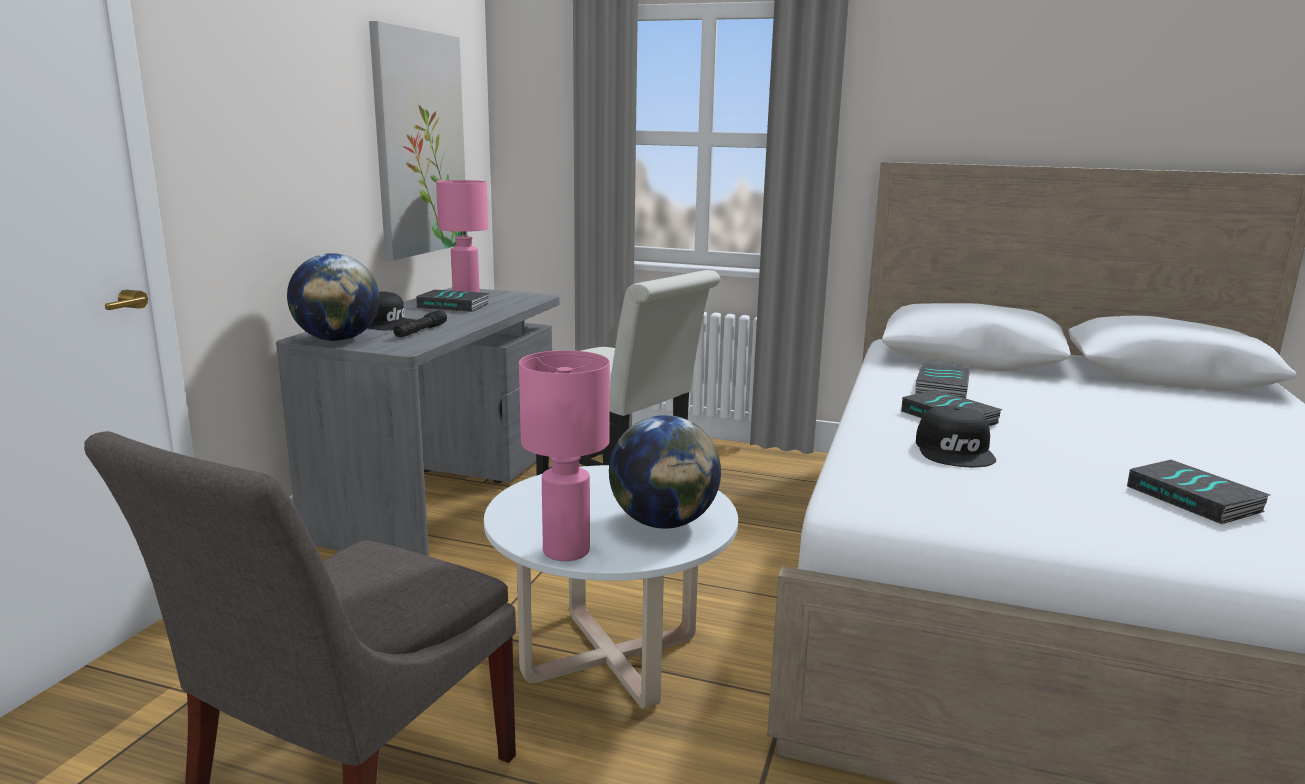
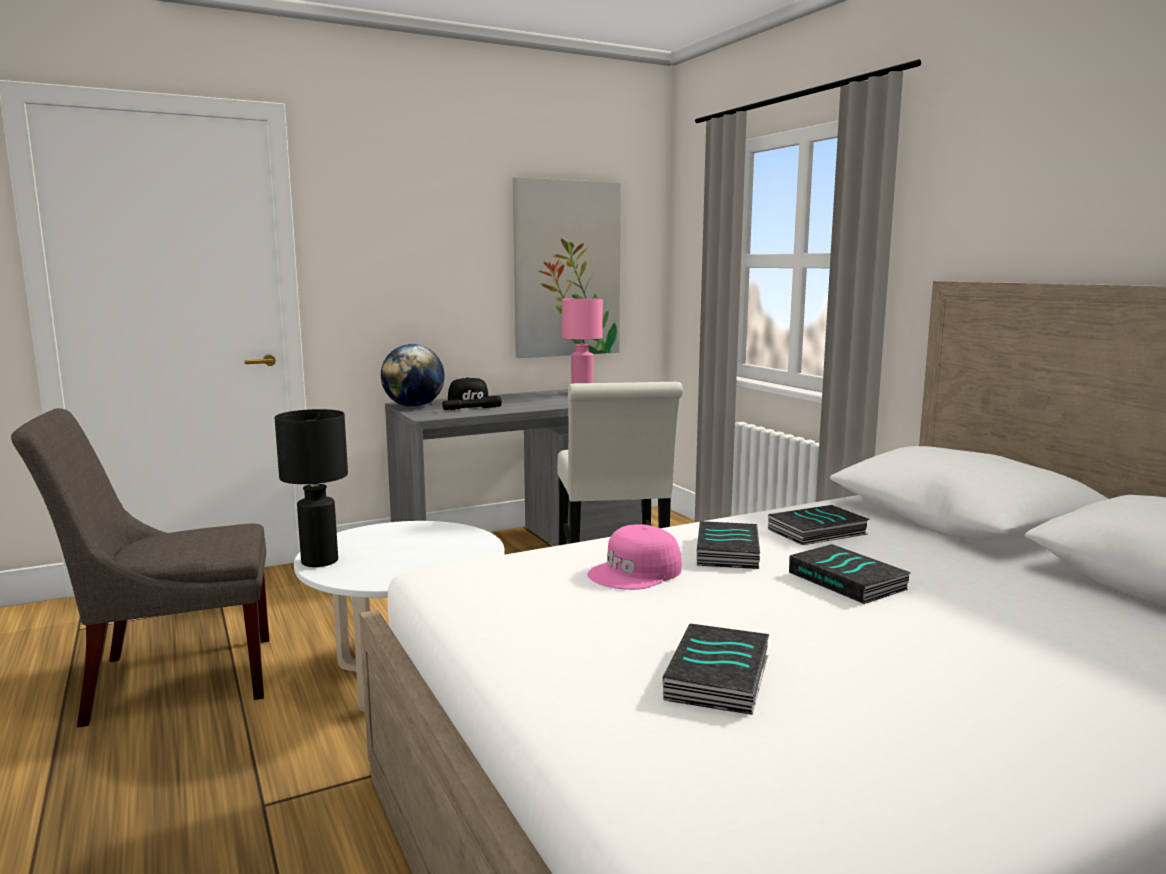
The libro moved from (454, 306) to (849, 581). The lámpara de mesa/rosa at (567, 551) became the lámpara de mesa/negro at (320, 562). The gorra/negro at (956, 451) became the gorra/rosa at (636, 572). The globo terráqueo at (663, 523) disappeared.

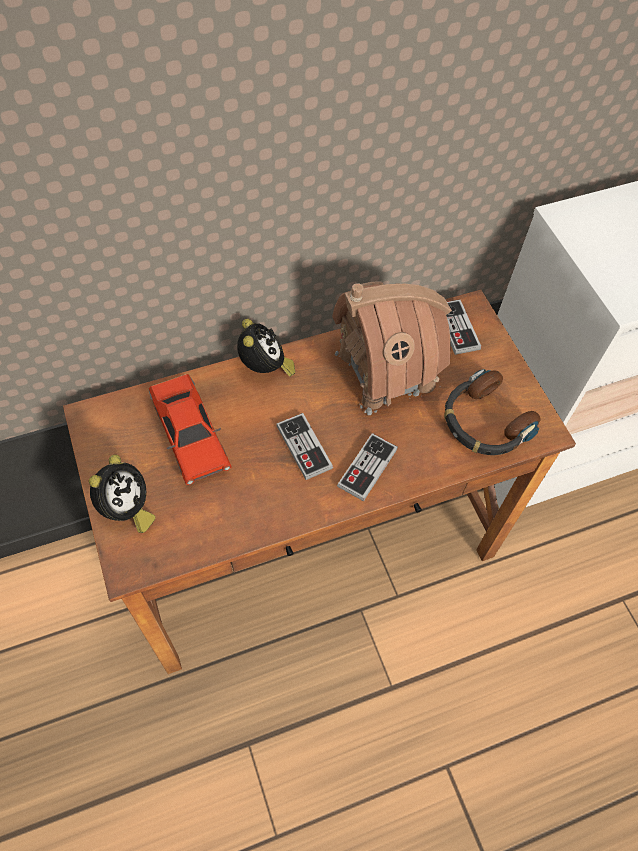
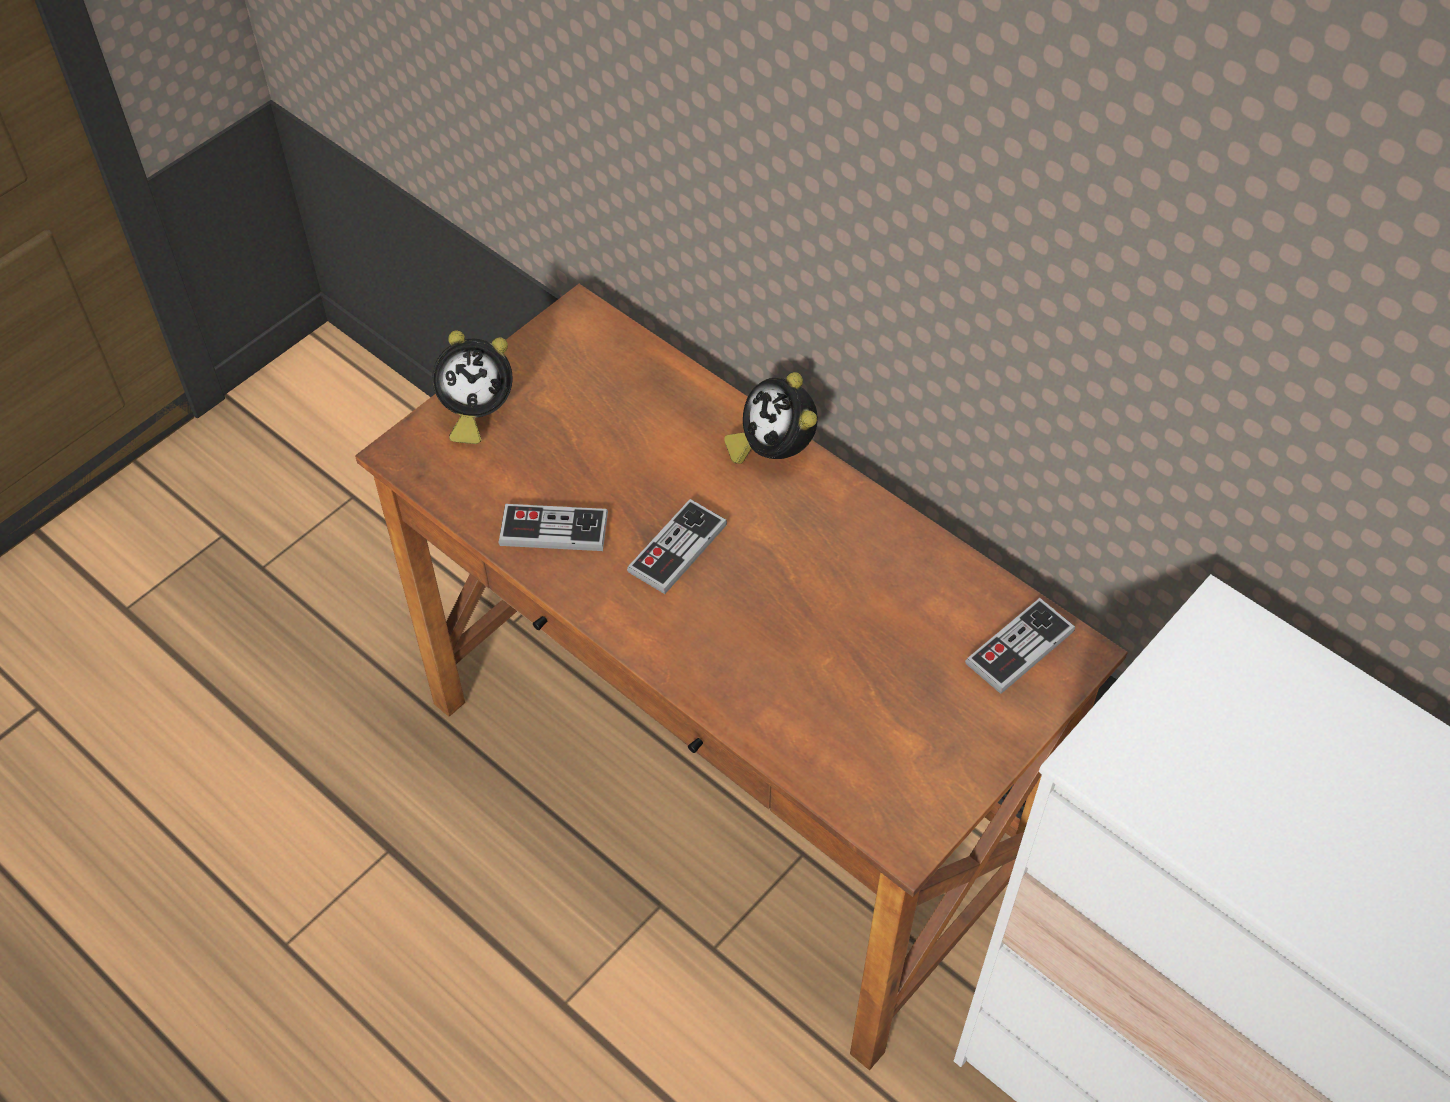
The casita at (386, 370) disappeared. The despertador at (265, 368) turned 105 degrees clockwise. The auriculares at (484, 422) disappeared. The coche de juguete/rojo at (190, 434) disappeared. The mando de consola moved from (367, 468) to (553, 530).

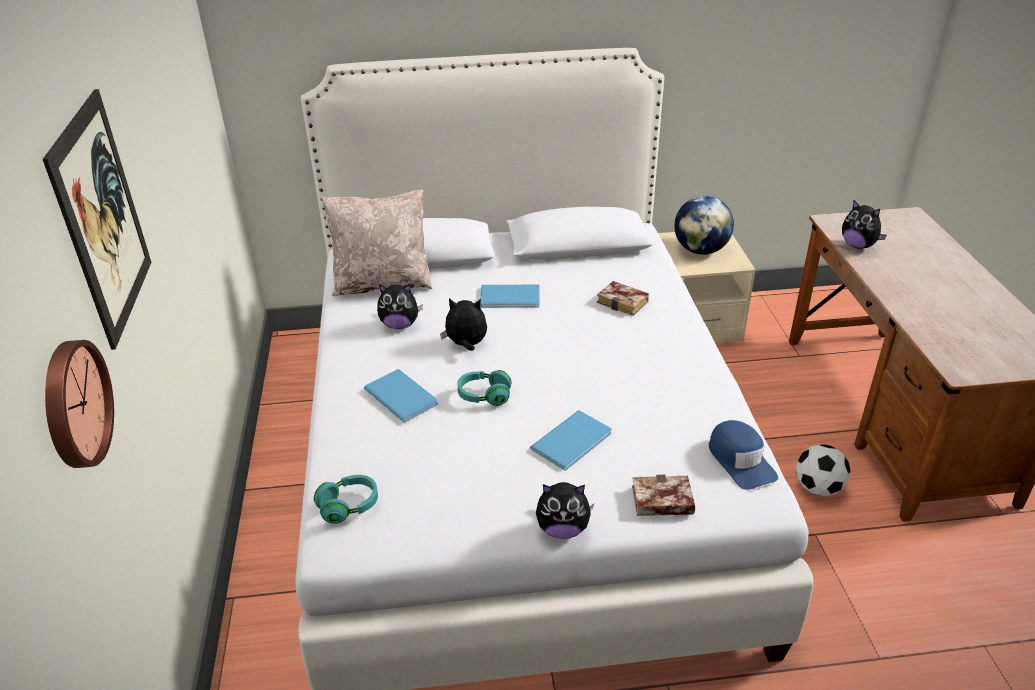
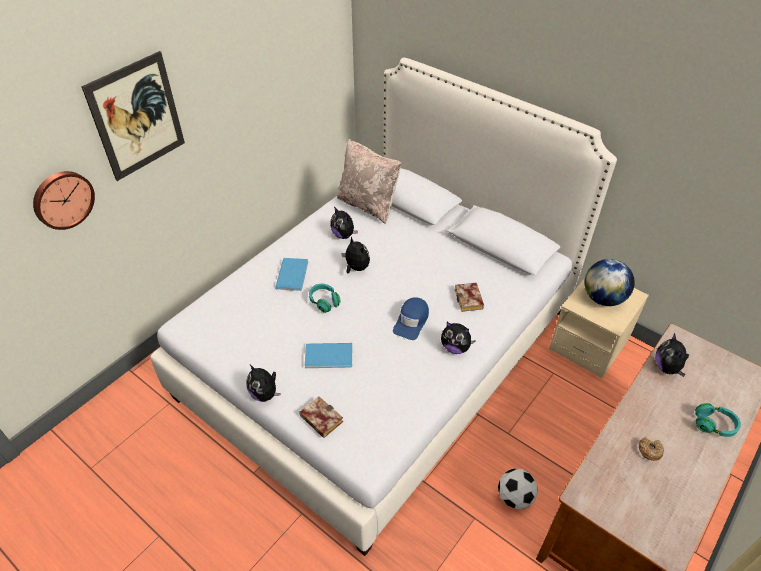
The libro/azul at (511, 298) disappeared. The gorra/azul moved from (740, 460) to (411, 321). The auriculares/turquesa moved from (349, 507) to (713, 425). The peluche at (455, 347) appeared. The rosquilla at (649, 451) appeared.

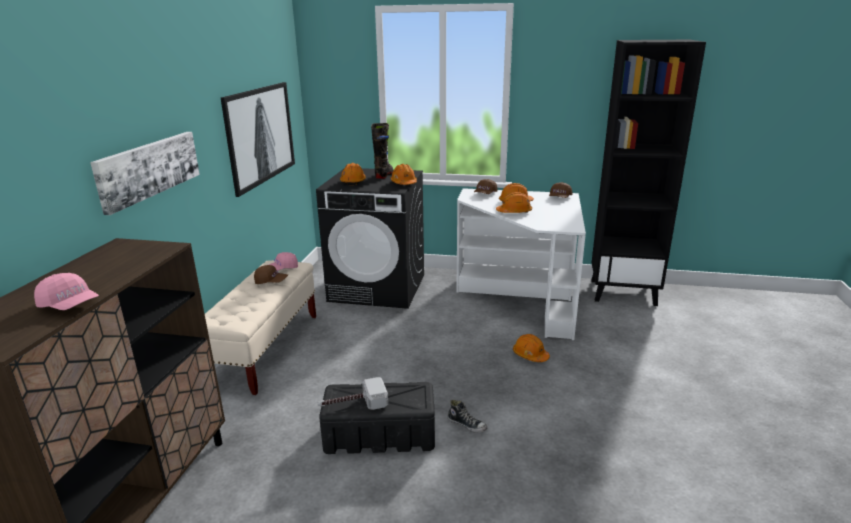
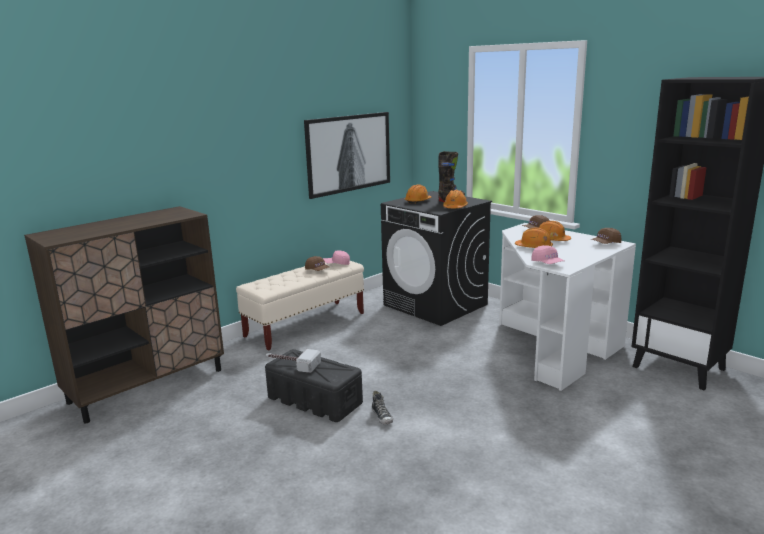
The cuadro at (149, 169) disappeared. The gorra/rosa moved from (70, 305) to (547, 263). The casco/naranja at (530, 355) disappeared.

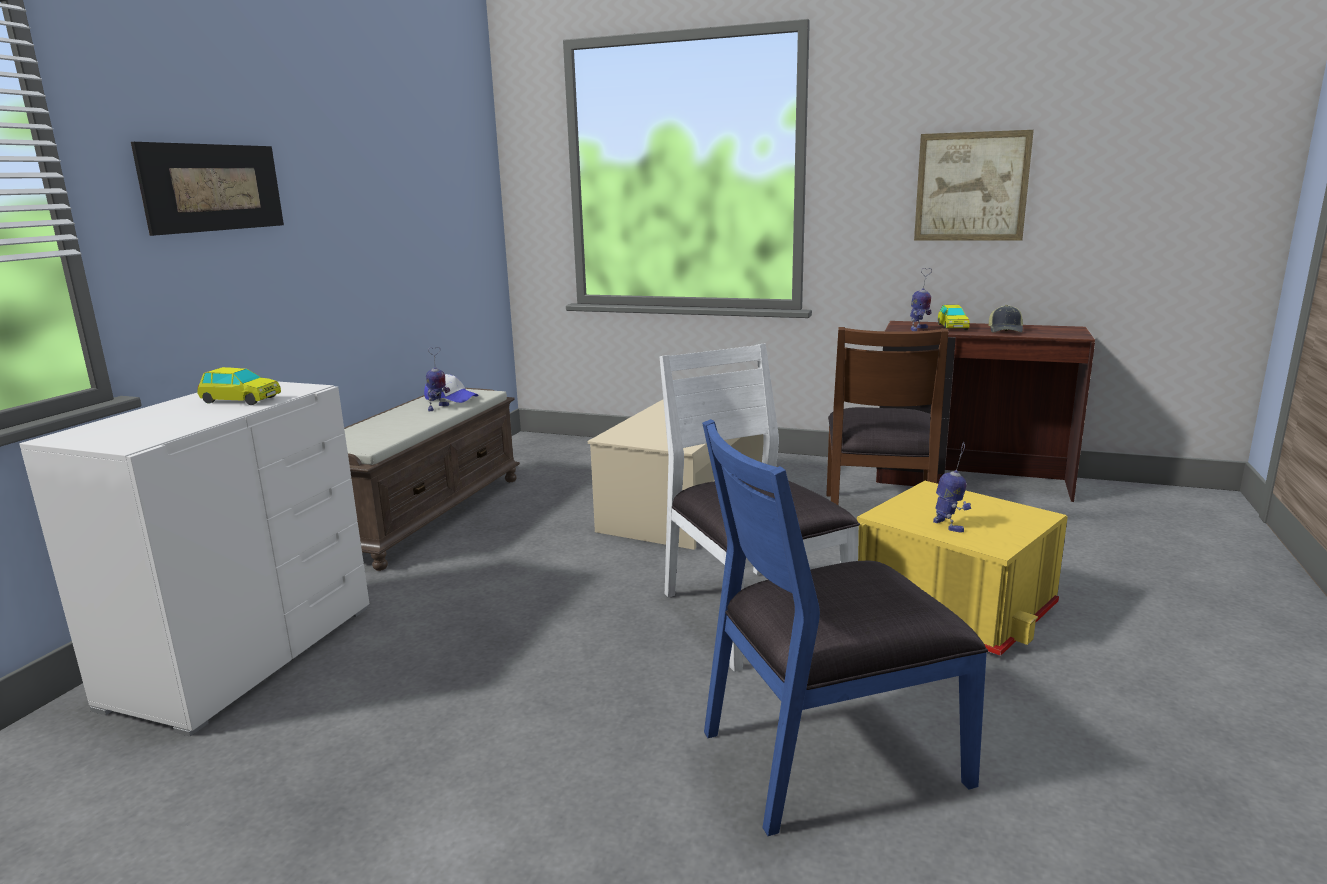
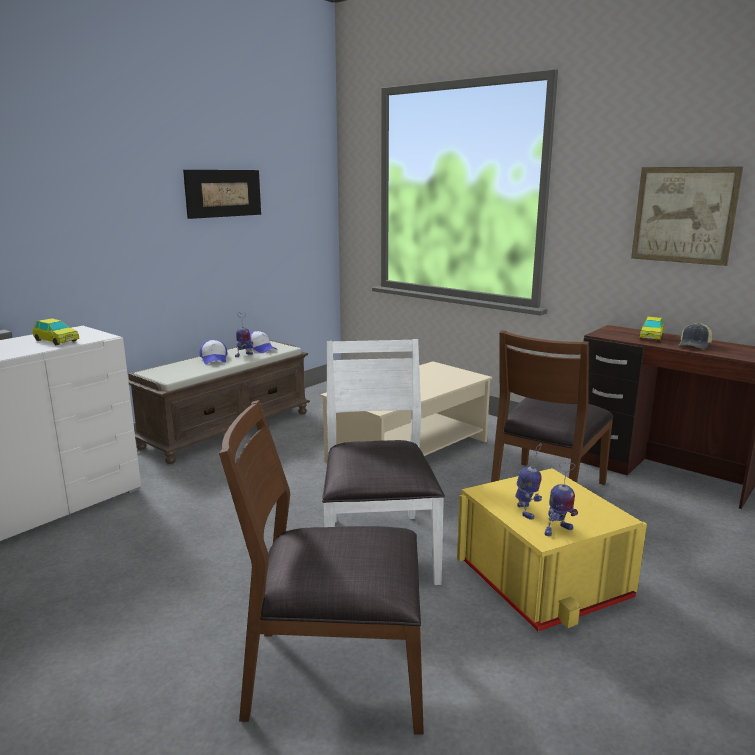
The cuadro moved from (213, 187) to (223, 193). The robot de juguete moved from (918, 329) to (557, 530). The silla/azul at (829, 755) became the silla/marrón at (335, 674). The gorra at (214, 359) appeared.

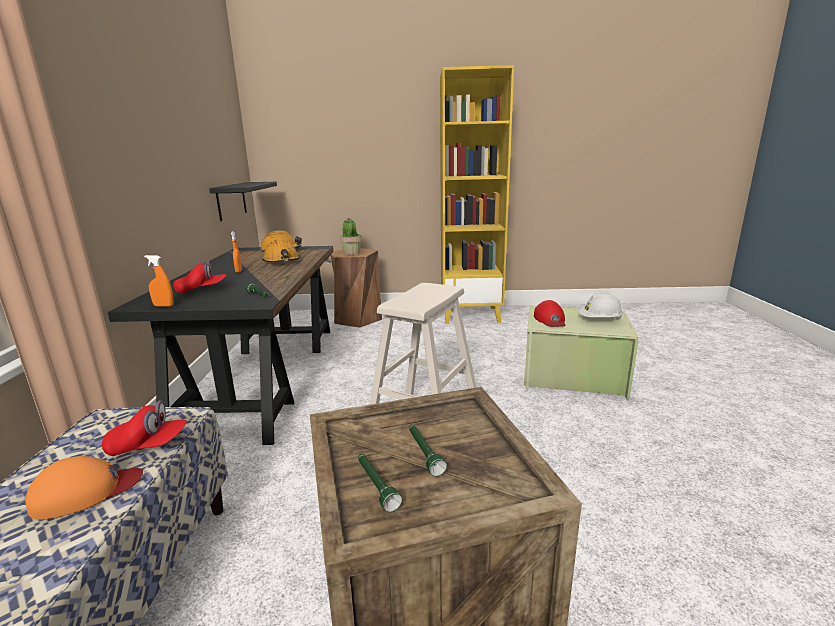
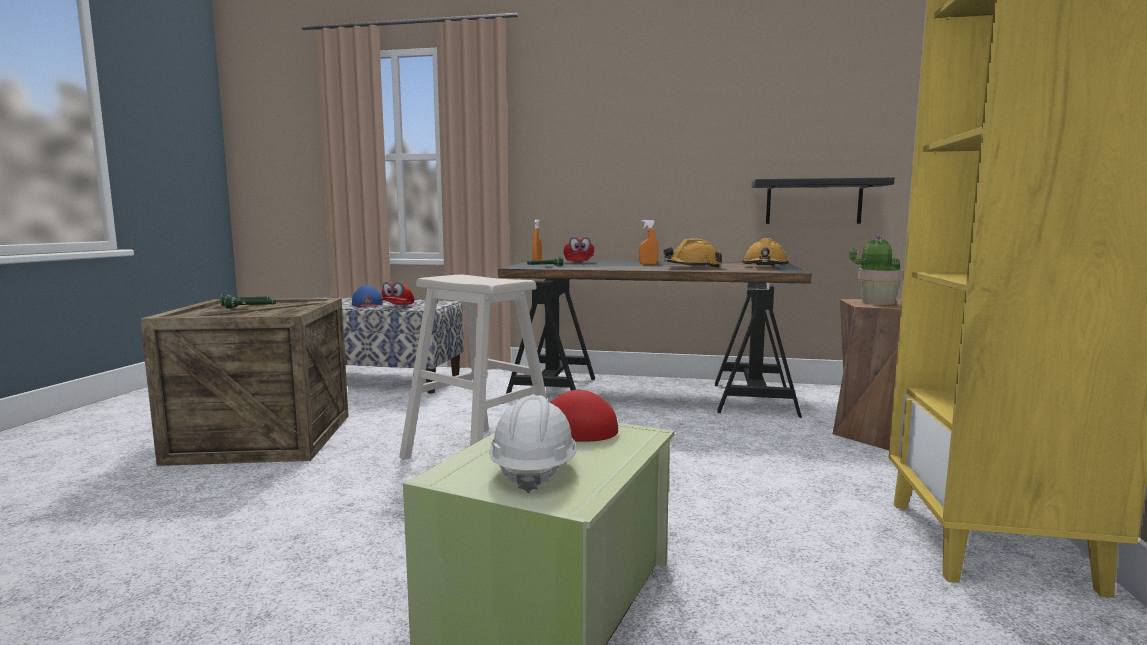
The gorra/naranja at (86, 492) became the gorra/azul at (367, 304).

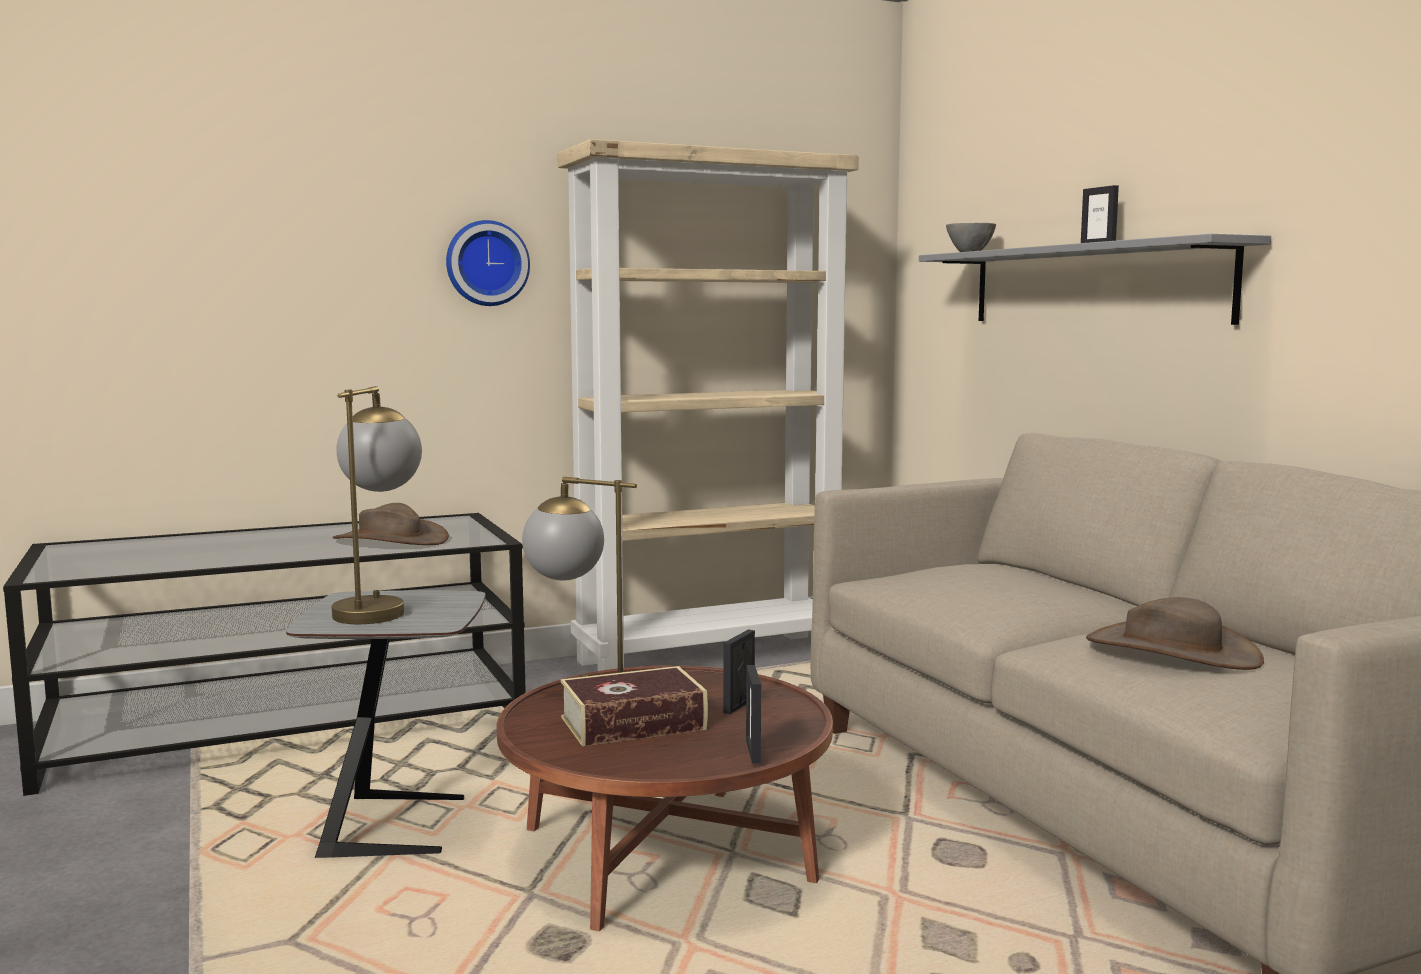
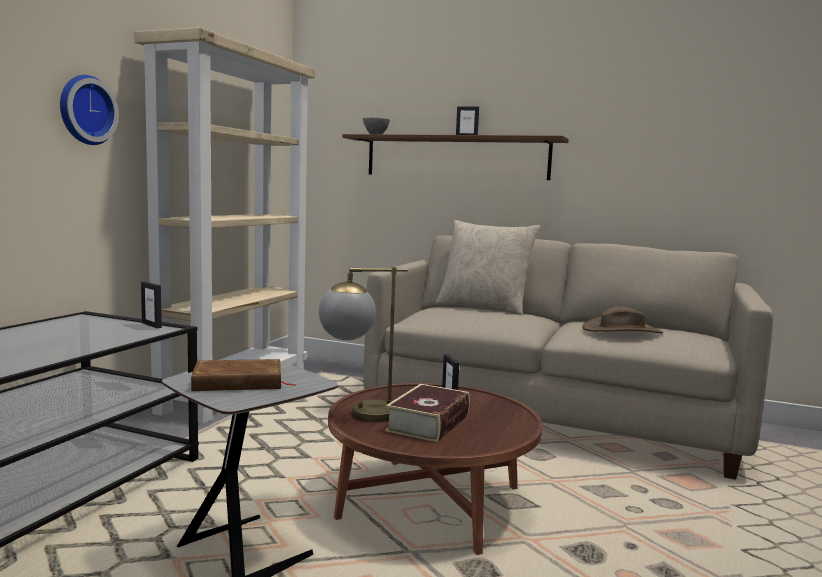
The estante/gris at (1093, 285) became the estante/marrón at (455, 157). The lámpara de mesa at (377, 608) was replaced by the libro/marrón at (238, 382). The sombrero/marrón at (390, 540) disappeared. The portarretratos moved from (753, 752) to (152, 325). The cojín/beis at (484, 308) appeared.

